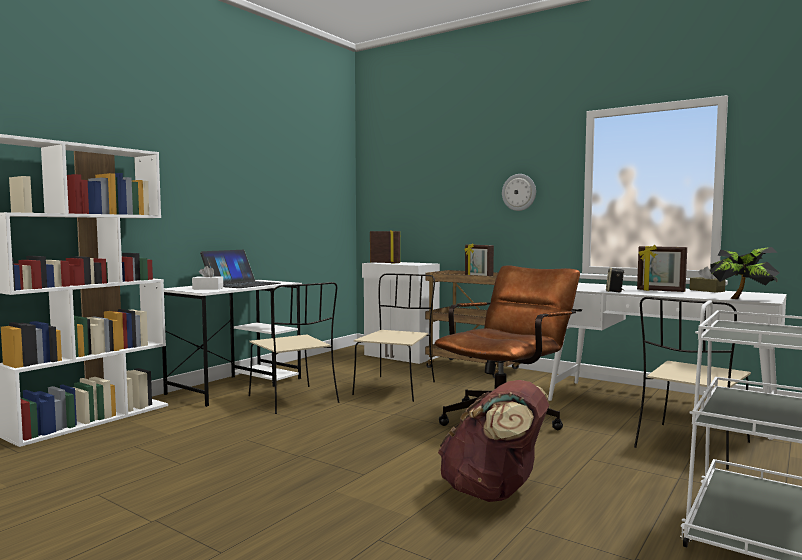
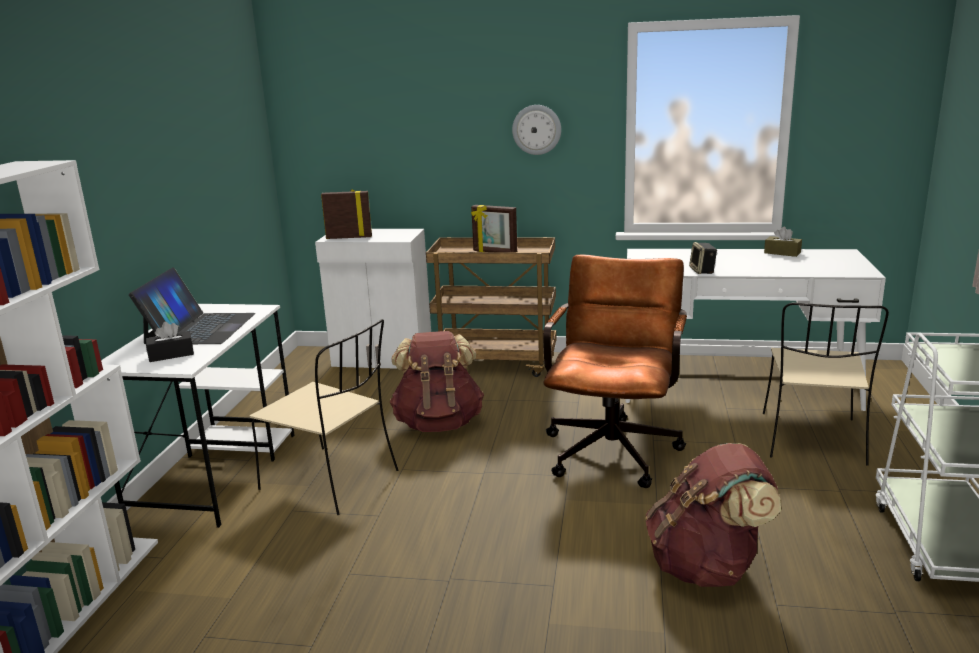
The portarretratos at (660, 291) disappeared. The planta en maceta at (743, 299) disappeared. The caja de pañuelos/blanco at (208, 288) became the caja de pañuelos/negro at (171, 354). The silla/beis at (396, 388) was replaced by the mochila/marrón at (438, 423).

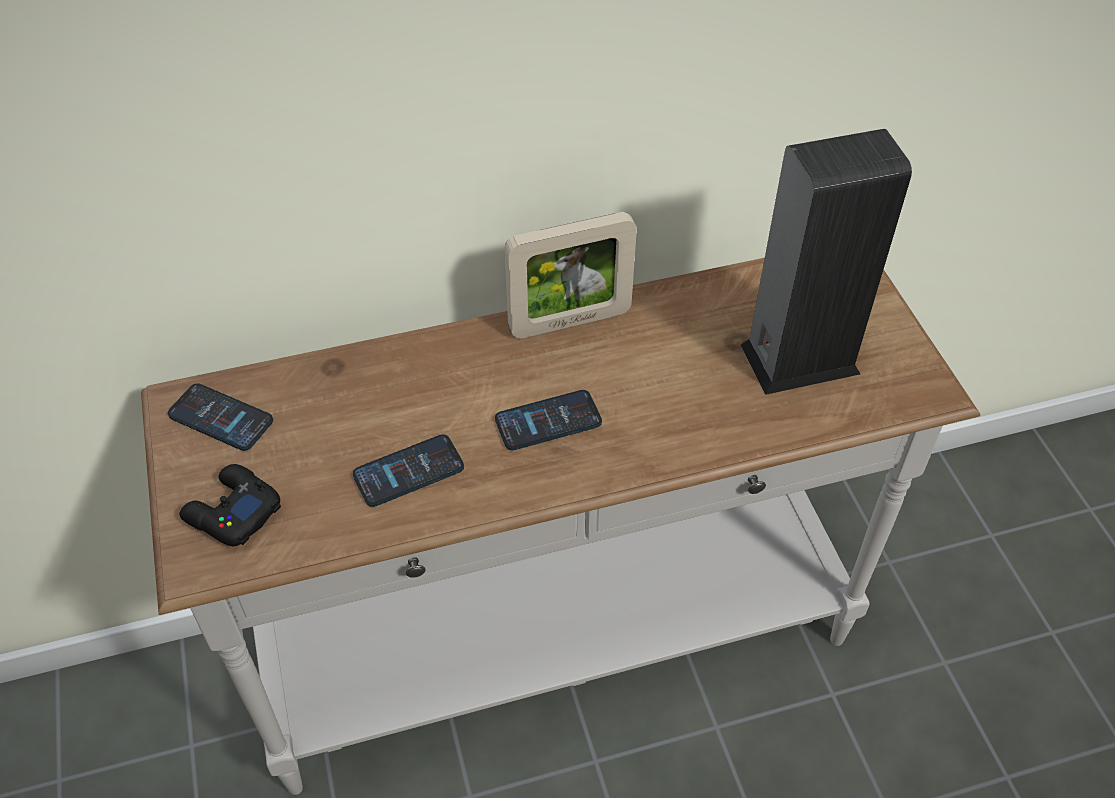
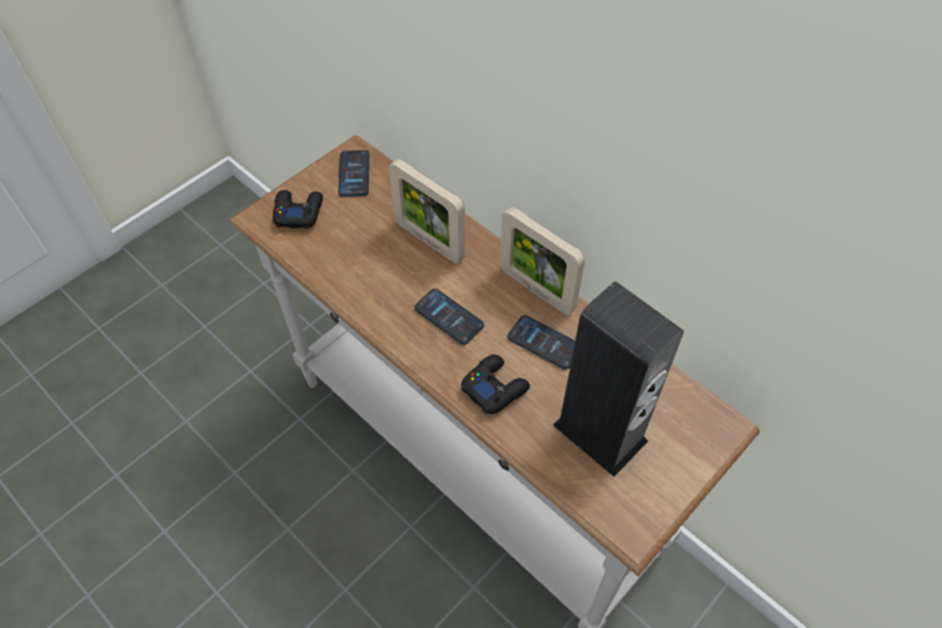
The móvil moved from (408, 471) to (544, 343). The portarretratos at (429, 241) appeared. The mando de consola/negro at (494, 387) appeared.

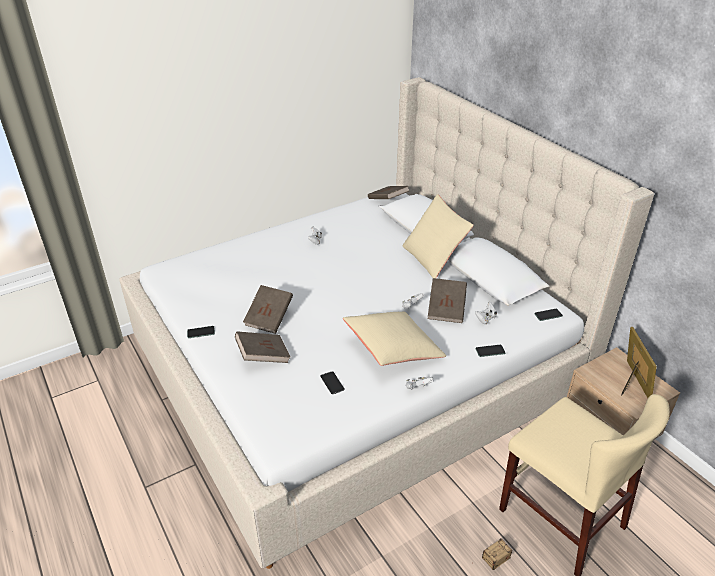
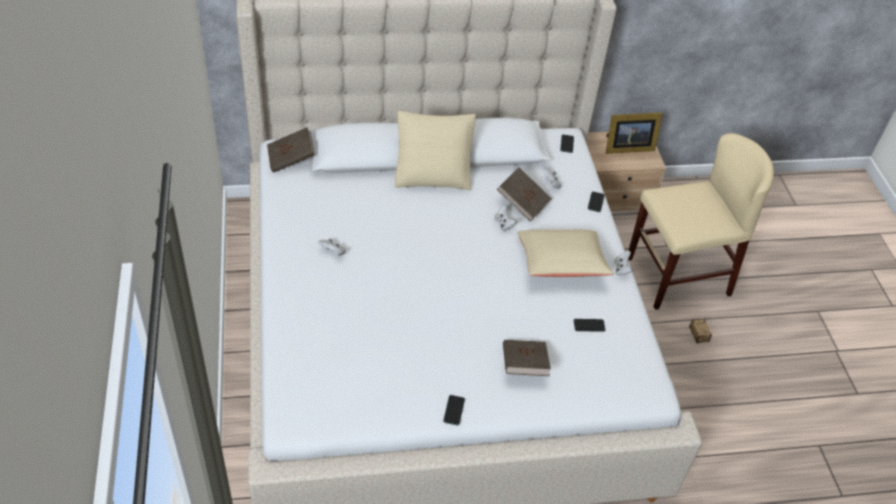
The libro/marrón at (269, 318) disappeared. The portarretratos at (632, 382) turned 150 degrees clockwise.

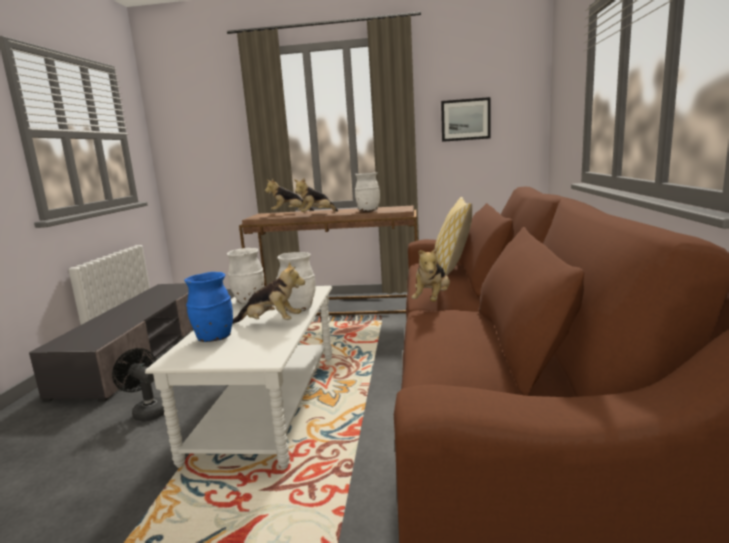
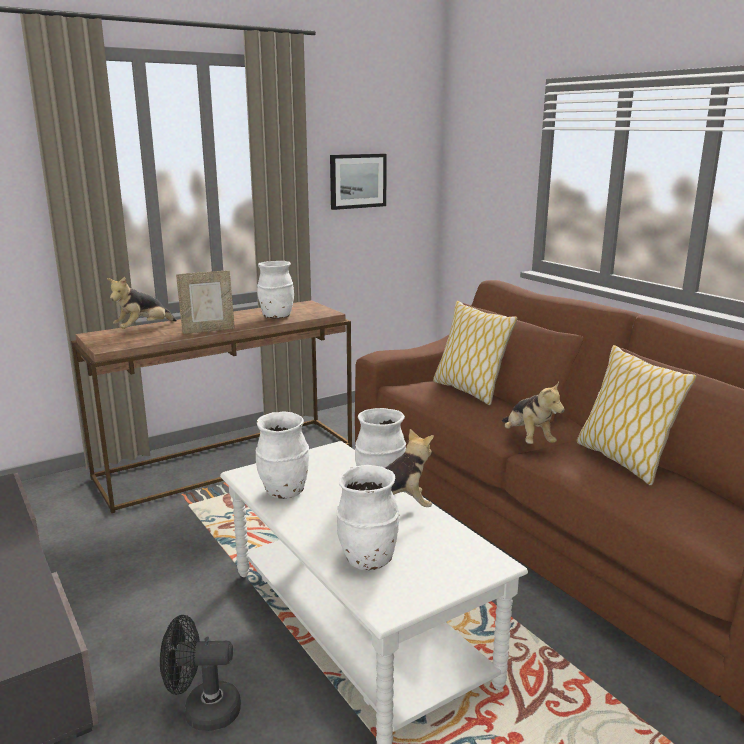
The peluche at (316, 214) was replaced by the portarretratos at (208, 330). The florero/azul at (214, 338) became the florero/blanco at (367, 560). The cojín at (623, 460) appeared.

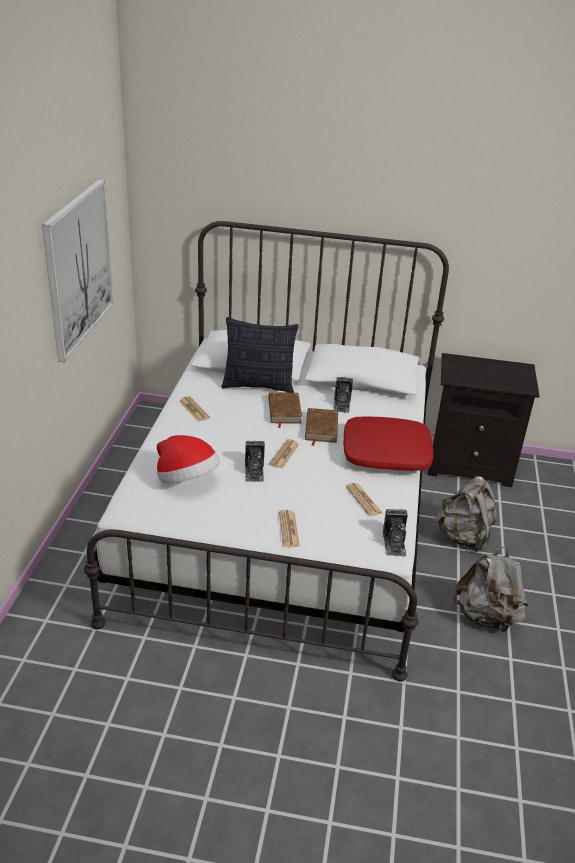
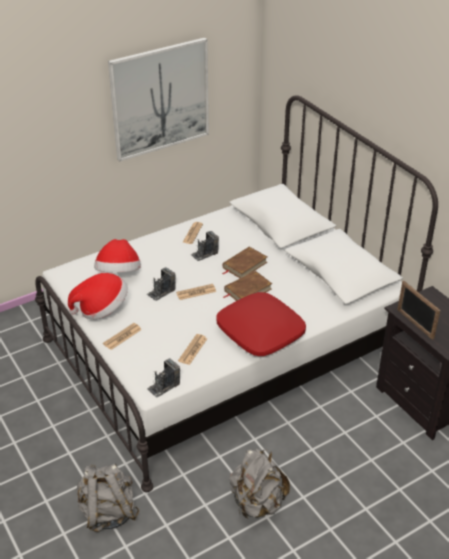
The cojín at (258, 386) disappeared. The cámara moved from (341, 404) to (204, 254). The mochila/gris moved from (463, 537) to (108, 512). The sombrero at (102, 309) appeared. The portarretratos at (415, 324) appeared.

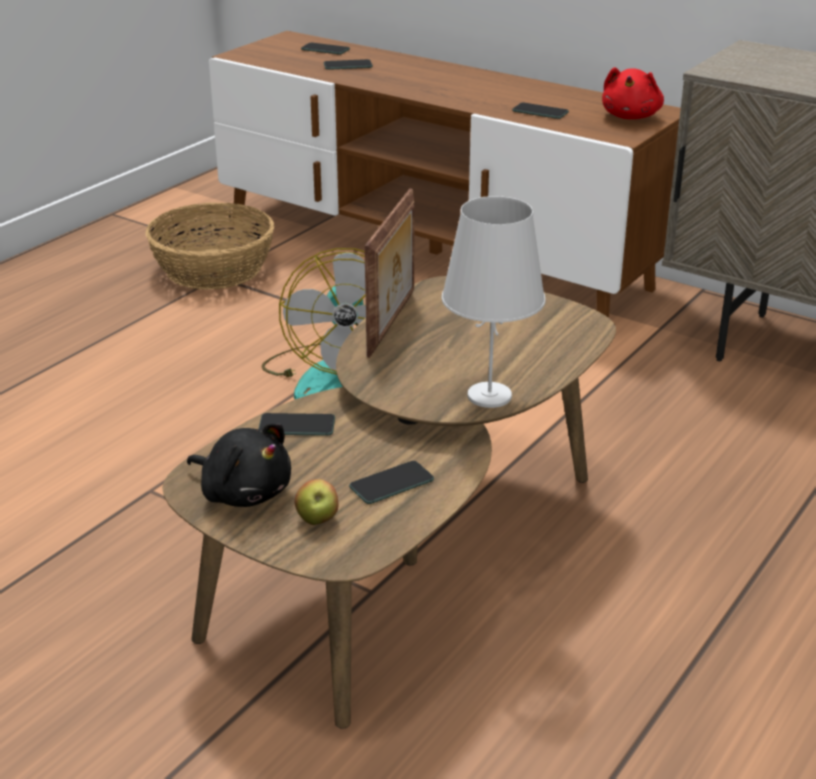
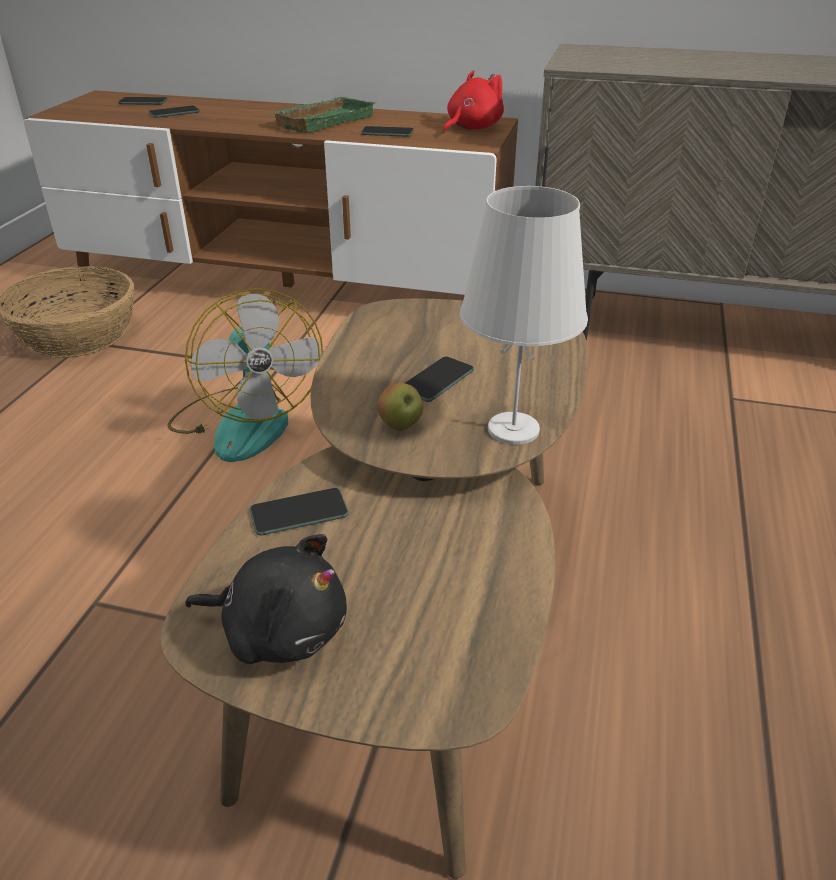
The peluche/rojo at (631, 116) turned 135 degrees counterclockwise. The portarretratos at (393, 324) disappeared. The móvil moved from (391, 483) to (437, 380). The manzana moved from (317, 520) to (401, 425). The bandeja/verde at (323, 120) appeared.

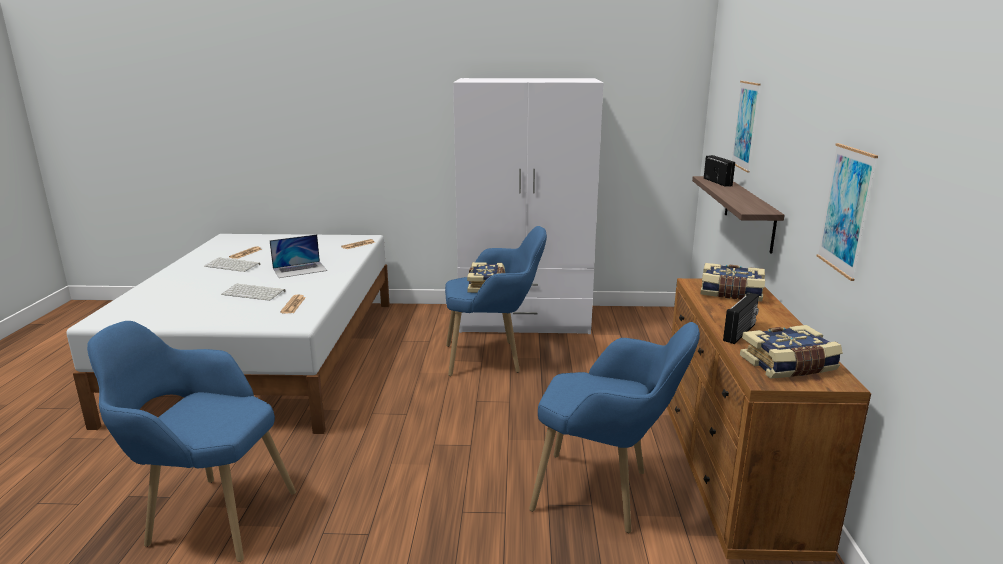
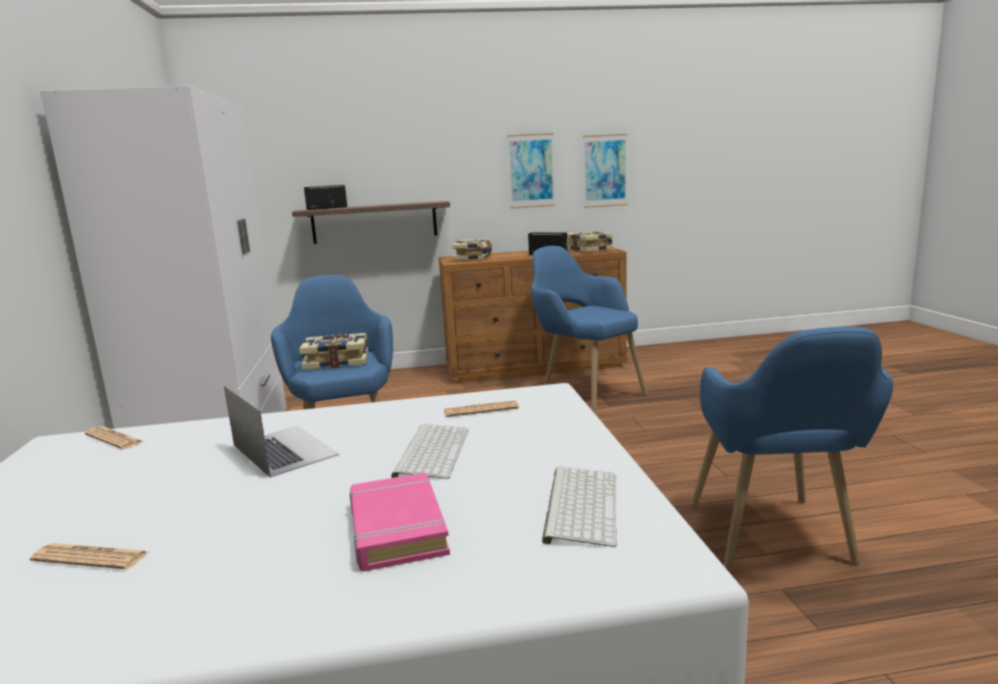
The cuadro moved from (745, 125) to (605, 171). The teclado moved from (233, 265) to (579, 505). The sillón/azul at (607, 495) turned 45 degrees counterclockwise. The libro/rosa at (396, 528) appeared.

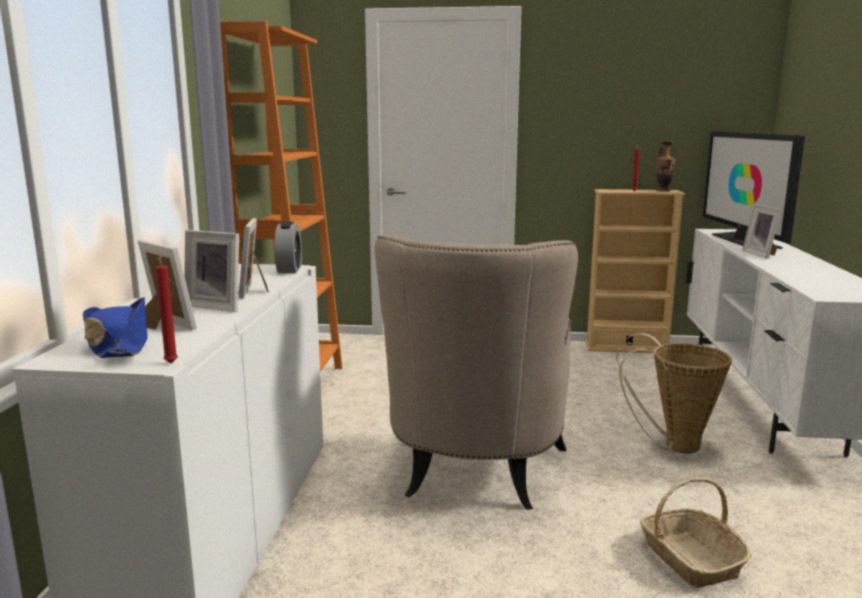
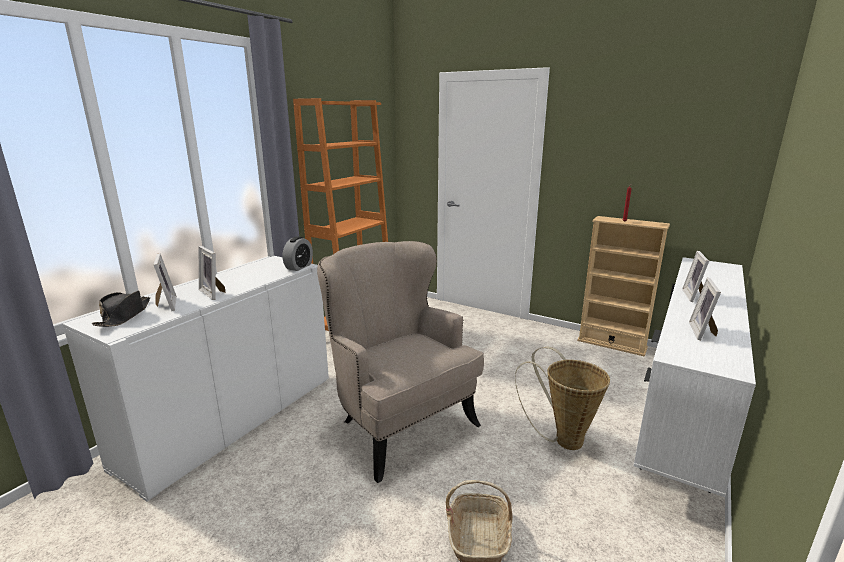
The televisor at (742, 240) disappeared. The florero at (663, 191) disappeared. The portarretratos moved from (256, 291) to (703, 332). The sillón/beis at (475, 475) turned 105 degrees clockwise. The vela/rojo at (171, 362) disappeared. The sombrero/azul at (119, 345) became the sombrero/negro at (124, 316).

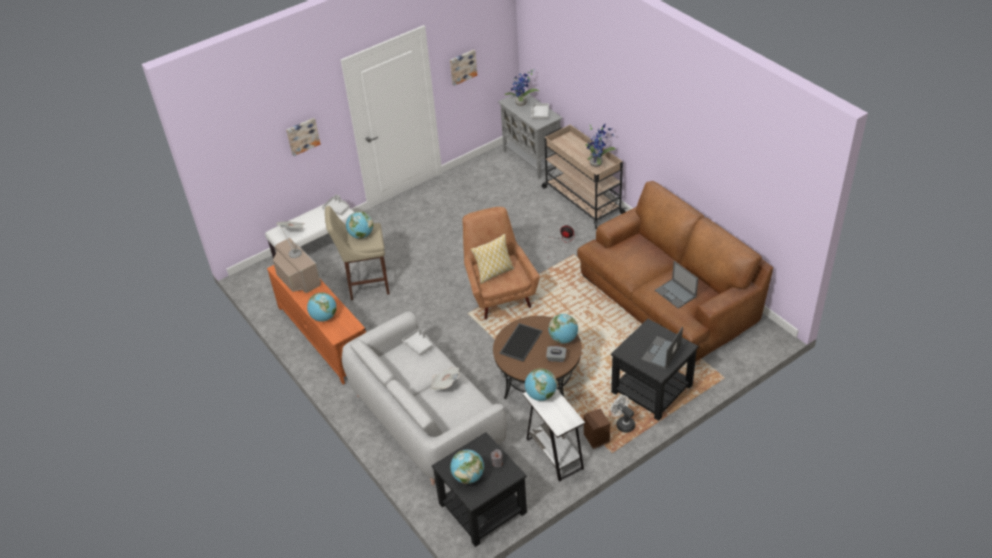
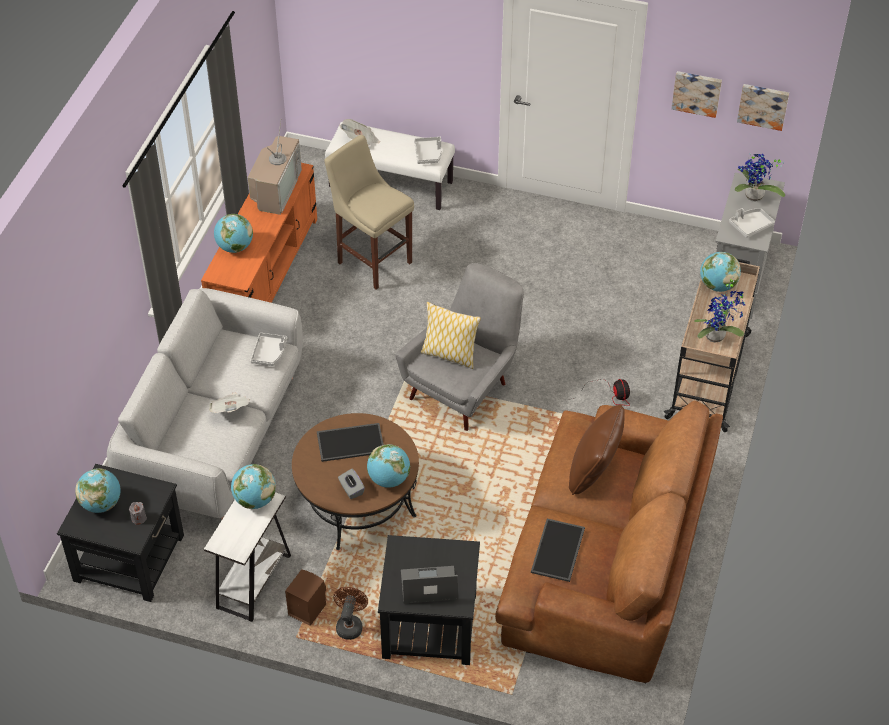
The cuadro moved from (302, 136) to (763, 105). The sillón/marrón at (498, 292) became the sillón/gris at (465, 386). The globo terráqueo moved from (361, 235) to (717, 285). The portátil at (676, 294) was replaced by the bandeja at (559, 551). The ventilador/blanco at (623, 423) became the ventilador/marrón at (350, 624). The cojín/marrón at (594, 472) appeared.

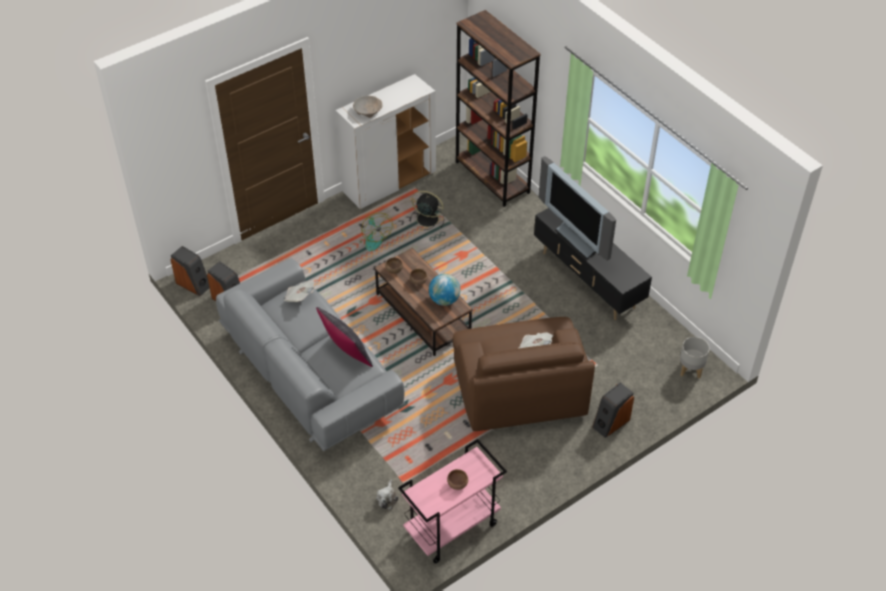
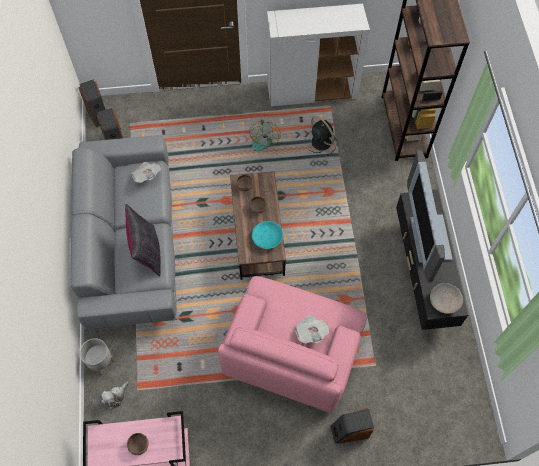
The cuenco/beis moved from (367, 111) to (444, 301). The globo terráqueo at (444, 300) was replaced by the cuenco/turquesa at (267, 238). The sillón/marrón at (519, 388) became the sillón/rosa at (292, 350). The maceta/gris moved from (690, 369) to (101, 362).

